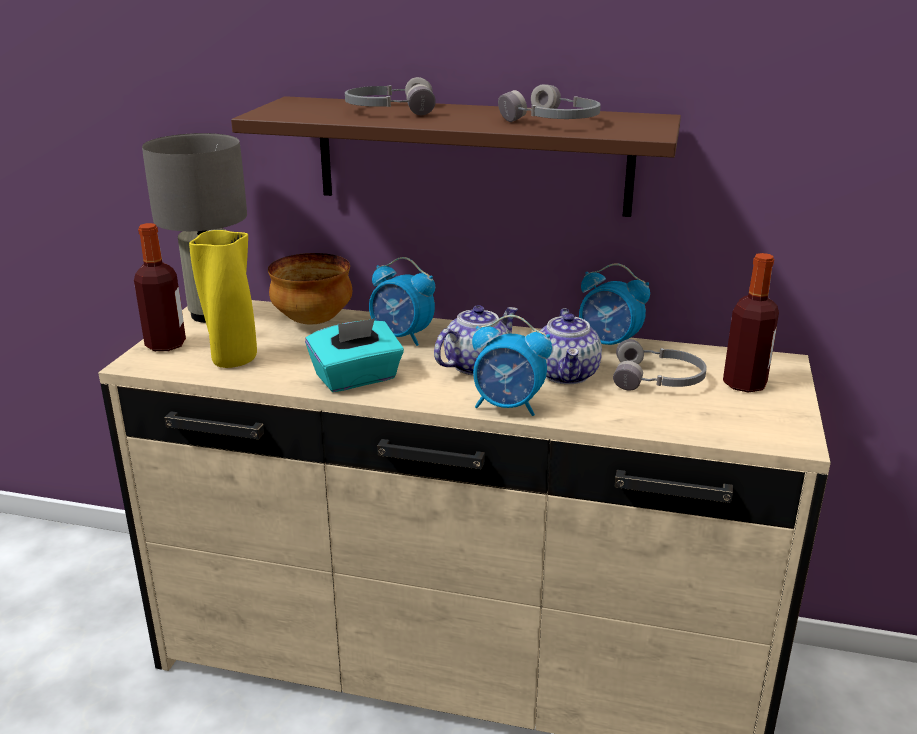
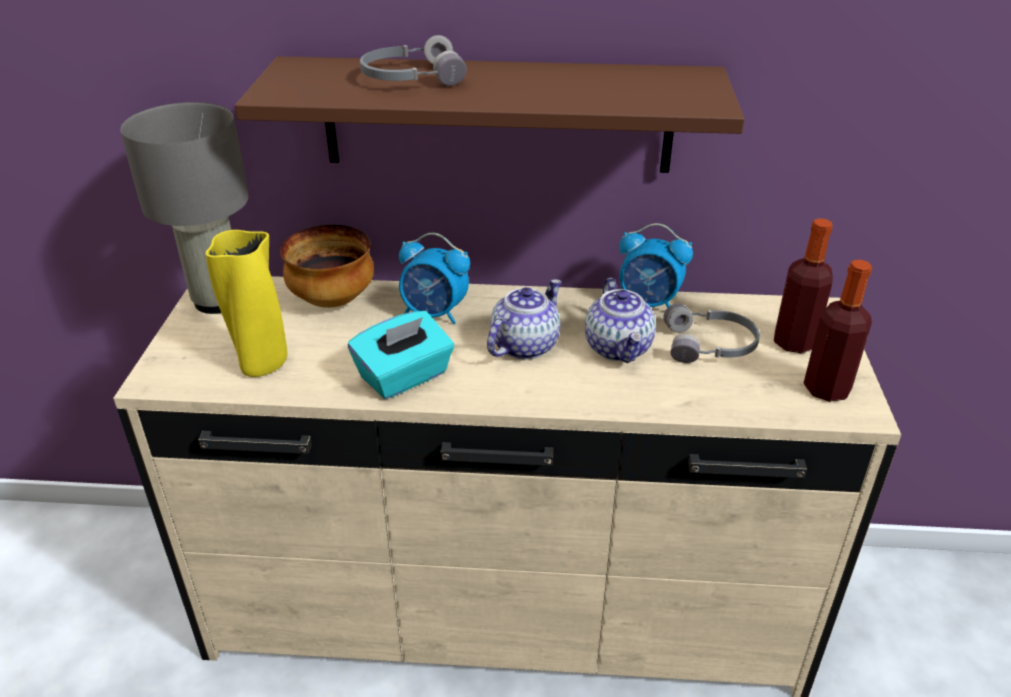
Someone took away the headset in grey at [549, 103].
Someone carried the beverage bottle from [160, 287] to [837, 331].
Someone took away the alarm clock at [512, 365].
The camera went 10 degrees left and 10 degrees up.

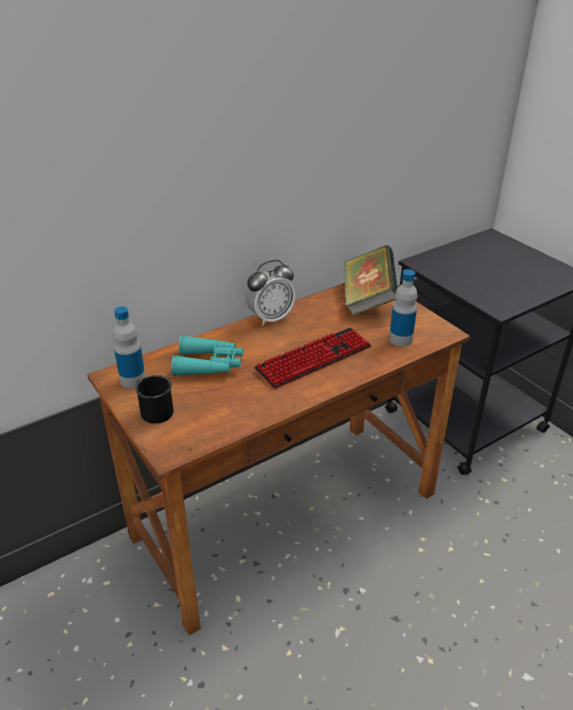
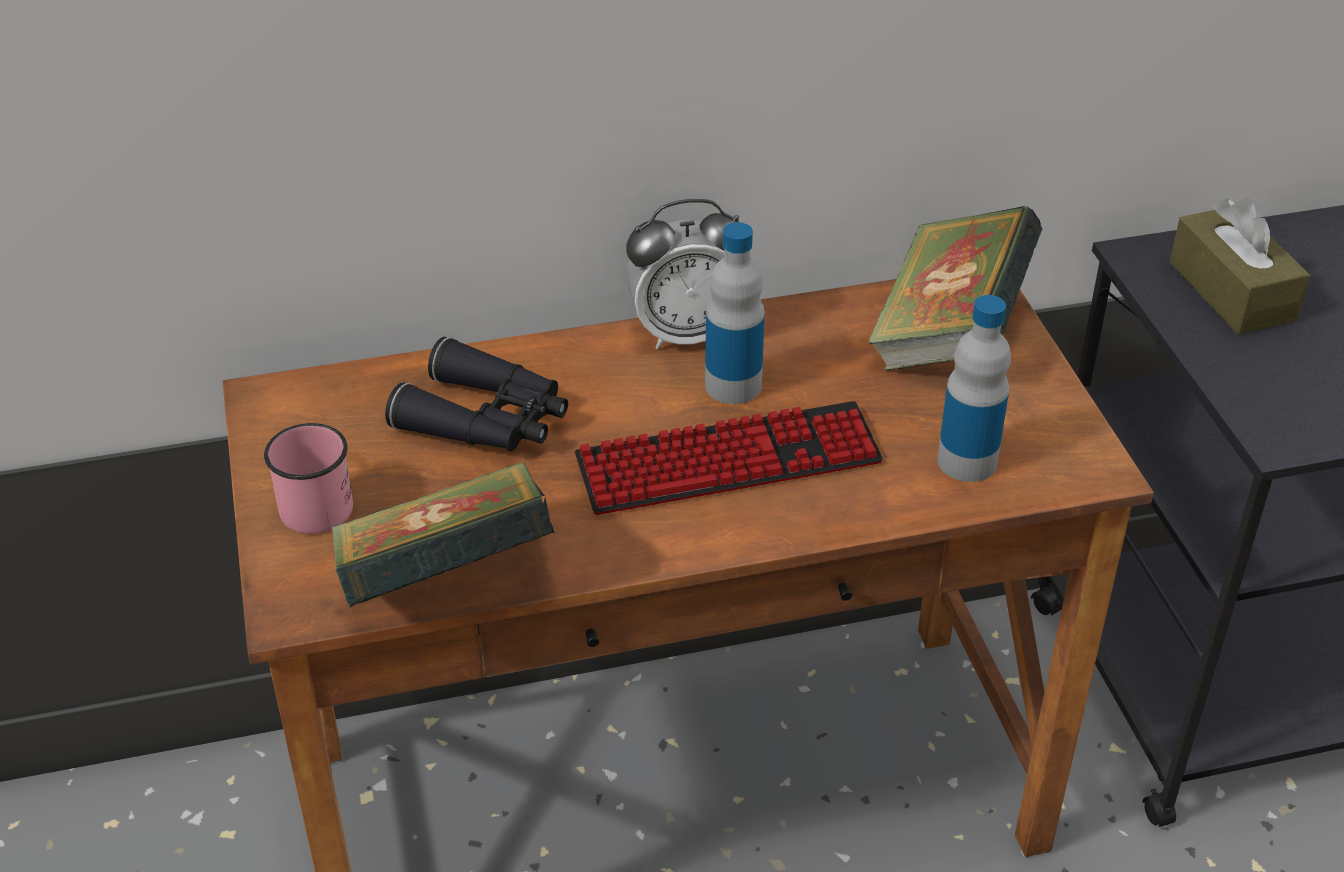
Someone carried the beverage bottle from [129, 347] to [735, 313].
Someone repainted the pair of binoculars in blue-green at [207, 355], which became the pair of binoculars in blackish at [476, 394].
Someone repainted the tea mug in blackish at [154, 399], which became the tea mug in pink-coloured at [308, 478].
Someone put down the tissue holder in brown-coloured at [1240, 266].
Someone put down the volume at [443, 534].
The camera went 20 degrees right and 5 degrees up.

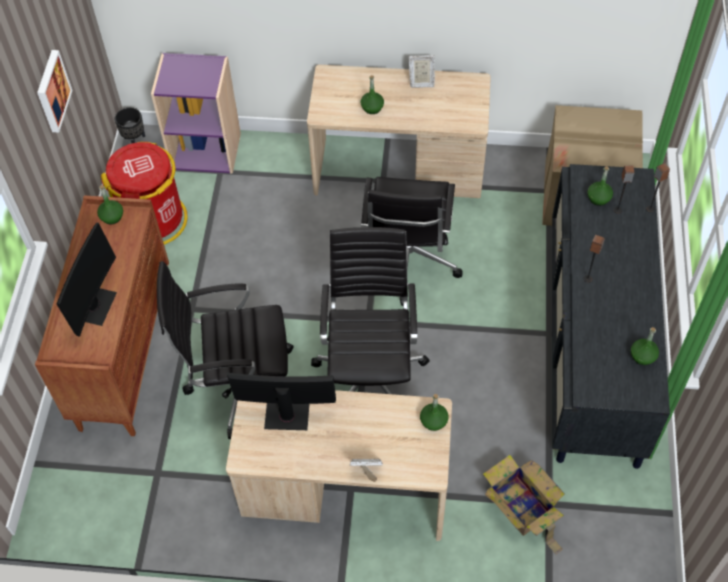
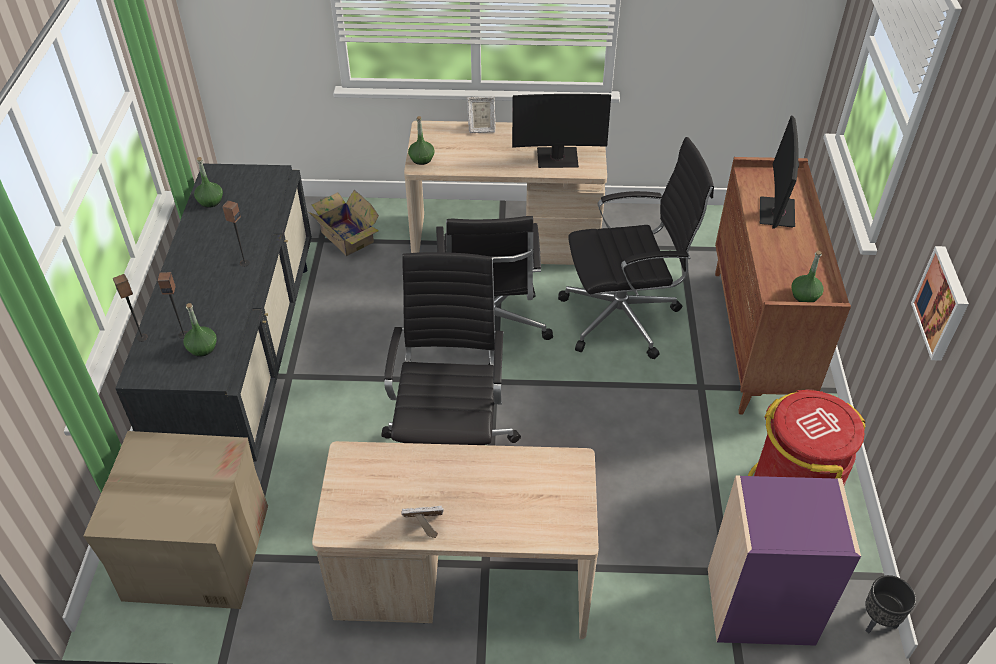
Someone took away the beverage bottle in green at [372, 94].
The camera went 175 degrees right and 10 degrees down.

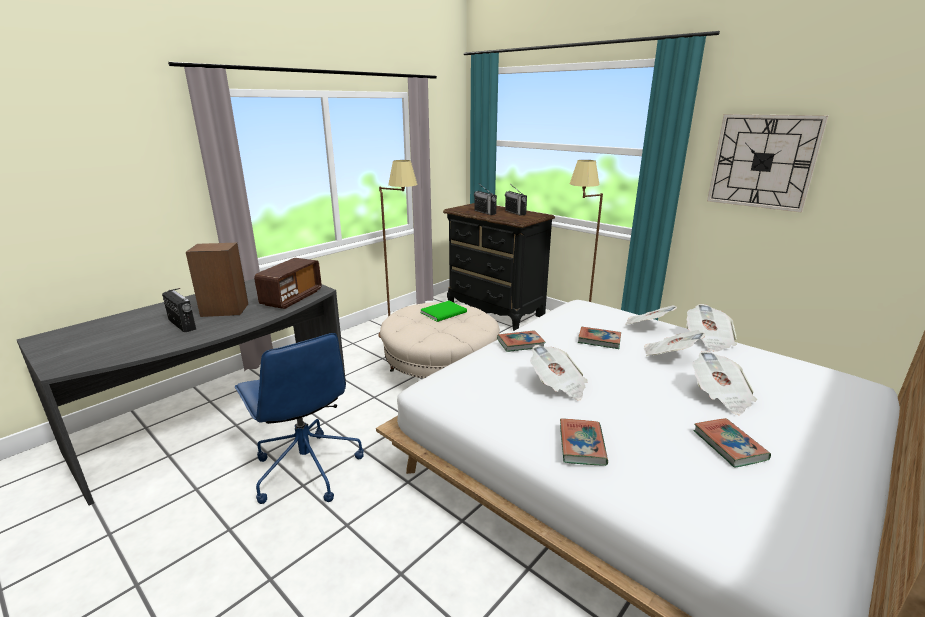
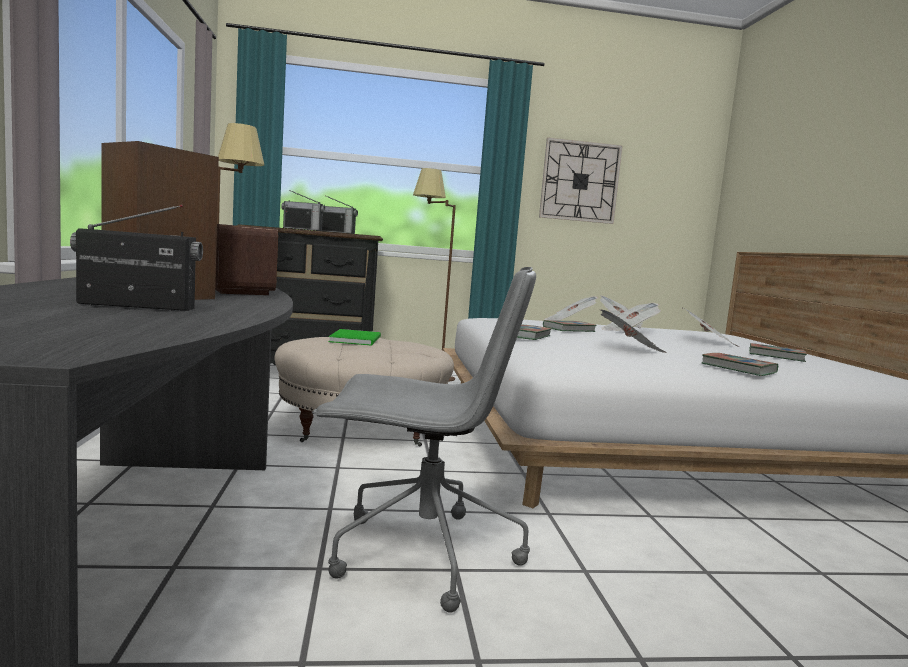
Someone repainted the office chair in bluish at [299, 418], which became the office chair in grey at [424, 440].
The camera went 50 degrees left and 15 degrees down.

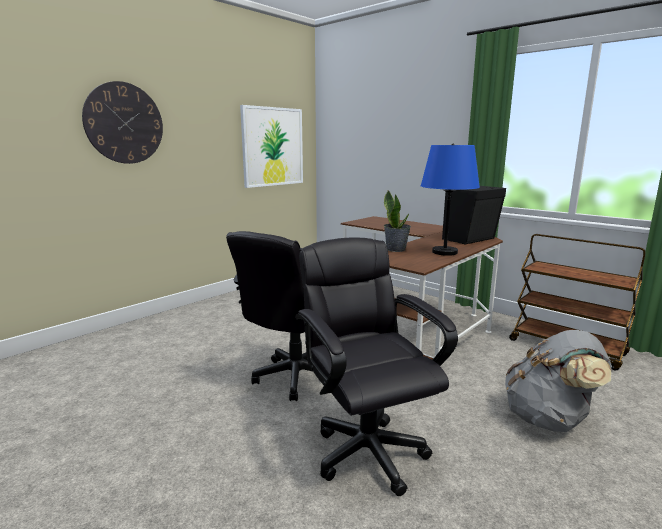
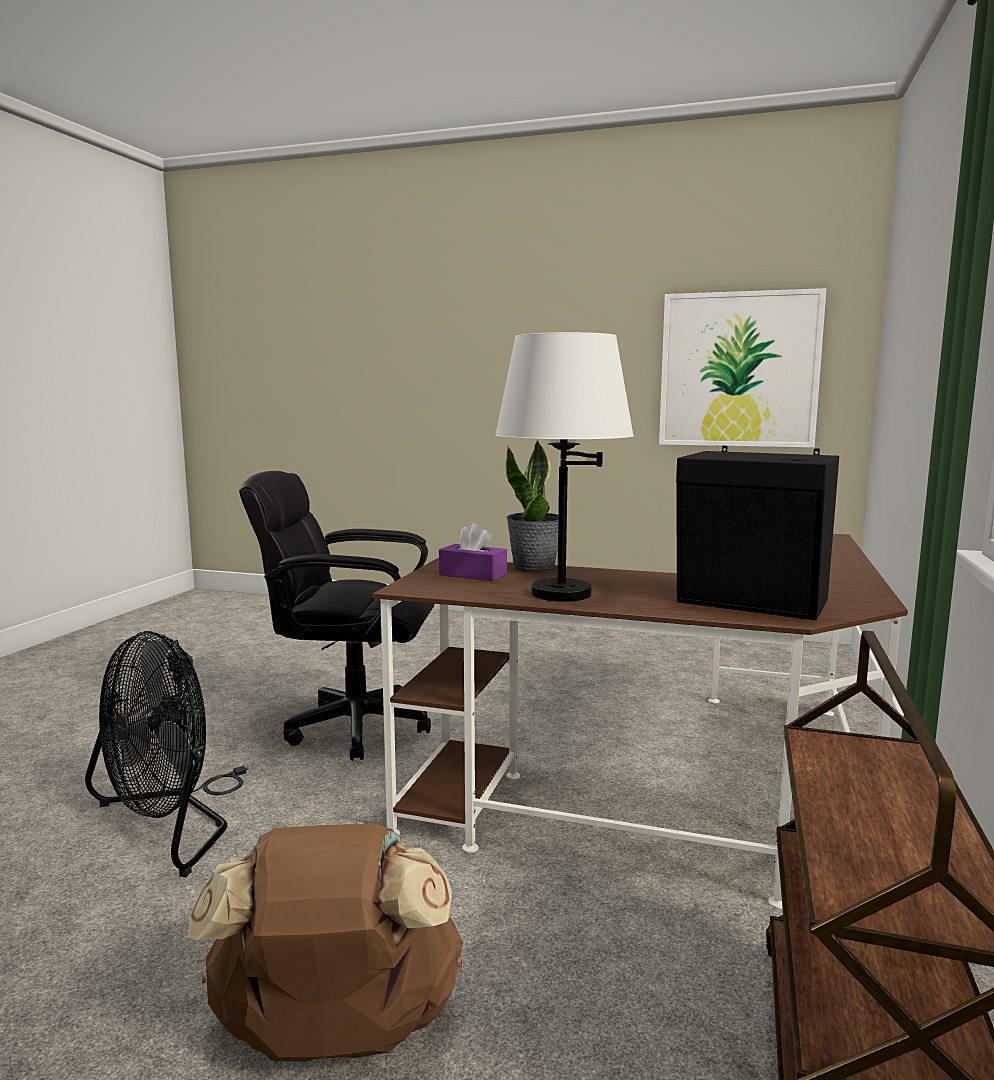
Someone took away the clock on the wall at [122, 122].
Someone repainted the table lamp in bluish at [450, 200], which became the table lamp in white at [564, 467].
Someone swapped the office chair in blackish at [376, 366] for the electric fan in blackish at [167, 754].
Someone repainted the rucksack in grey at [558, 381], which became the rucksack in brown-coloured at [325, 942].
Someone put down the tissue holder in purplish at [473, 552].
The camera went 65 degrees right and 5 degrees down.

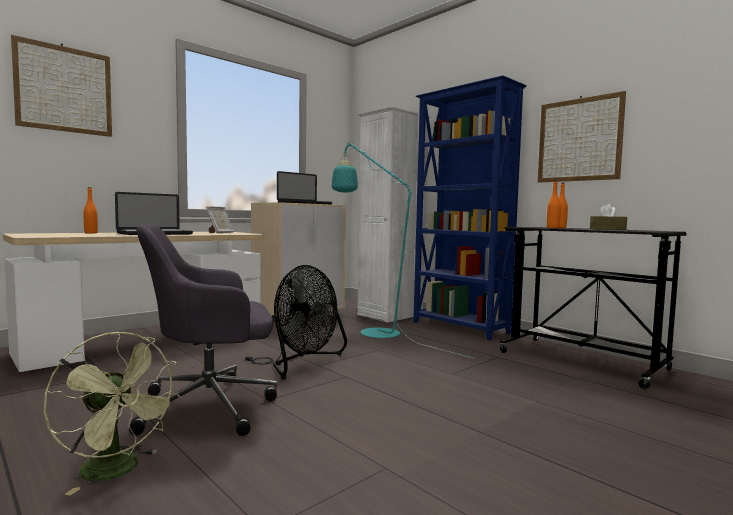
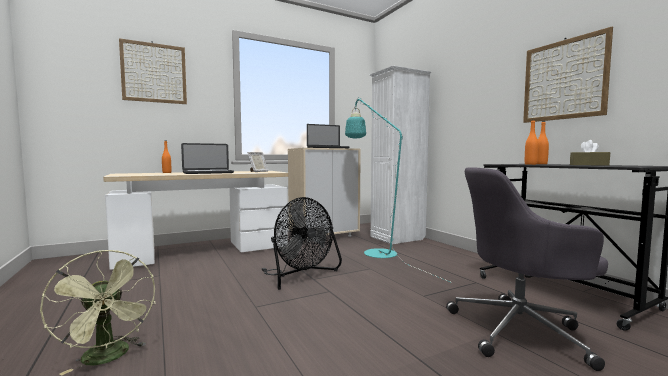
Someone took away the bookcase in bluish at [470, 208].
Someone carried the office chair in grey from [203, 330] to [527, 269].
The camera went 15 degrees right and 0 degrees up.

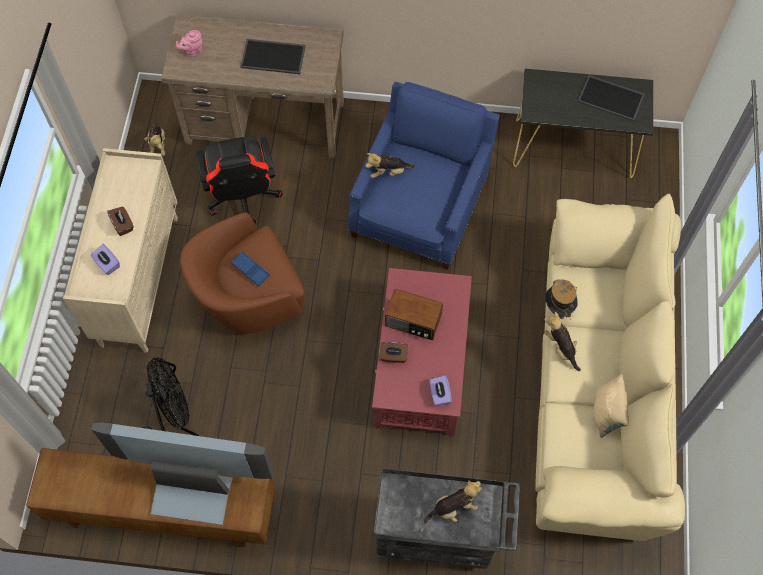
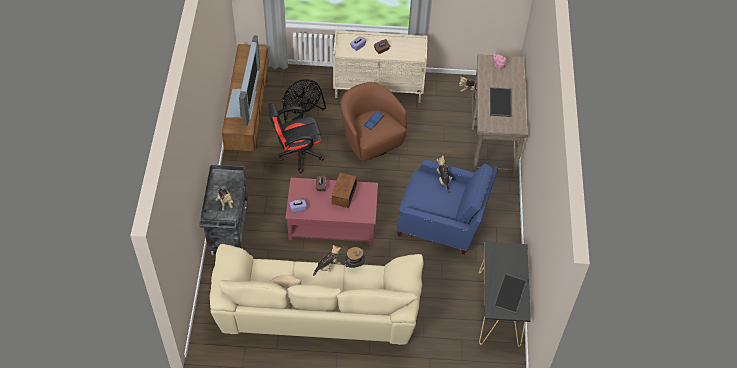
Someone carried the office chair in blackish from [239, 179] to [296, 138].
The camera went 85 degrees right and 10 degrees down.

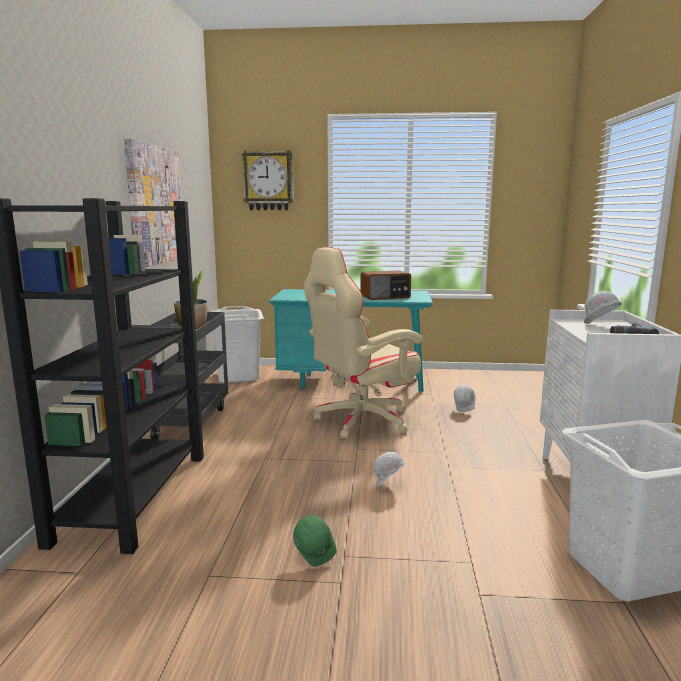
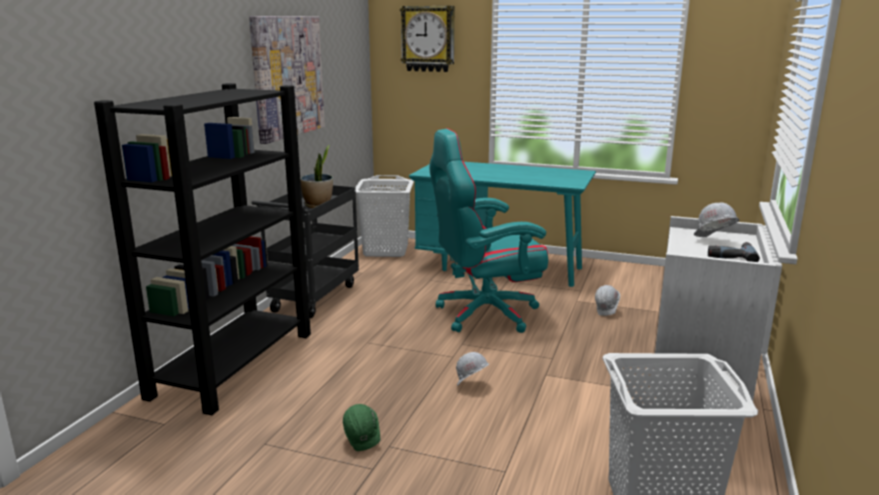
Someone repainted the office chair in sand-coloured at [363, 343], which became the office chair in blue-green at [488, 230].
Someone took away the radio receiver at [385, 285].
The camera went 15 degrees right and 5 degrees up.

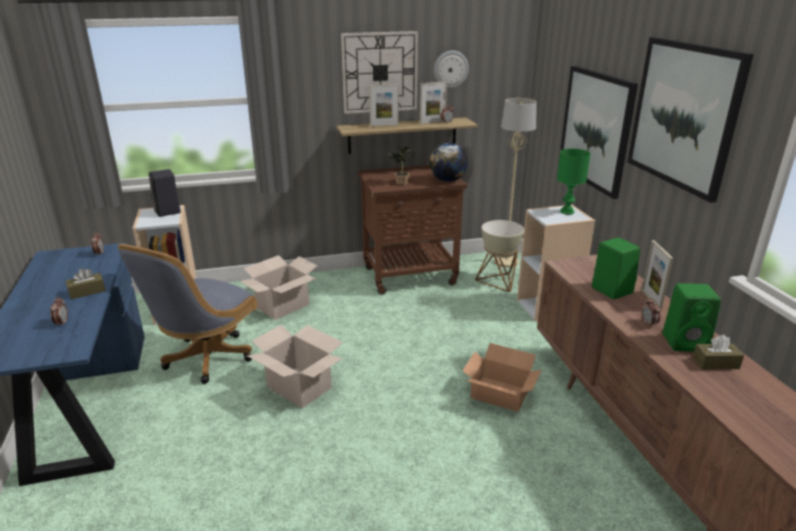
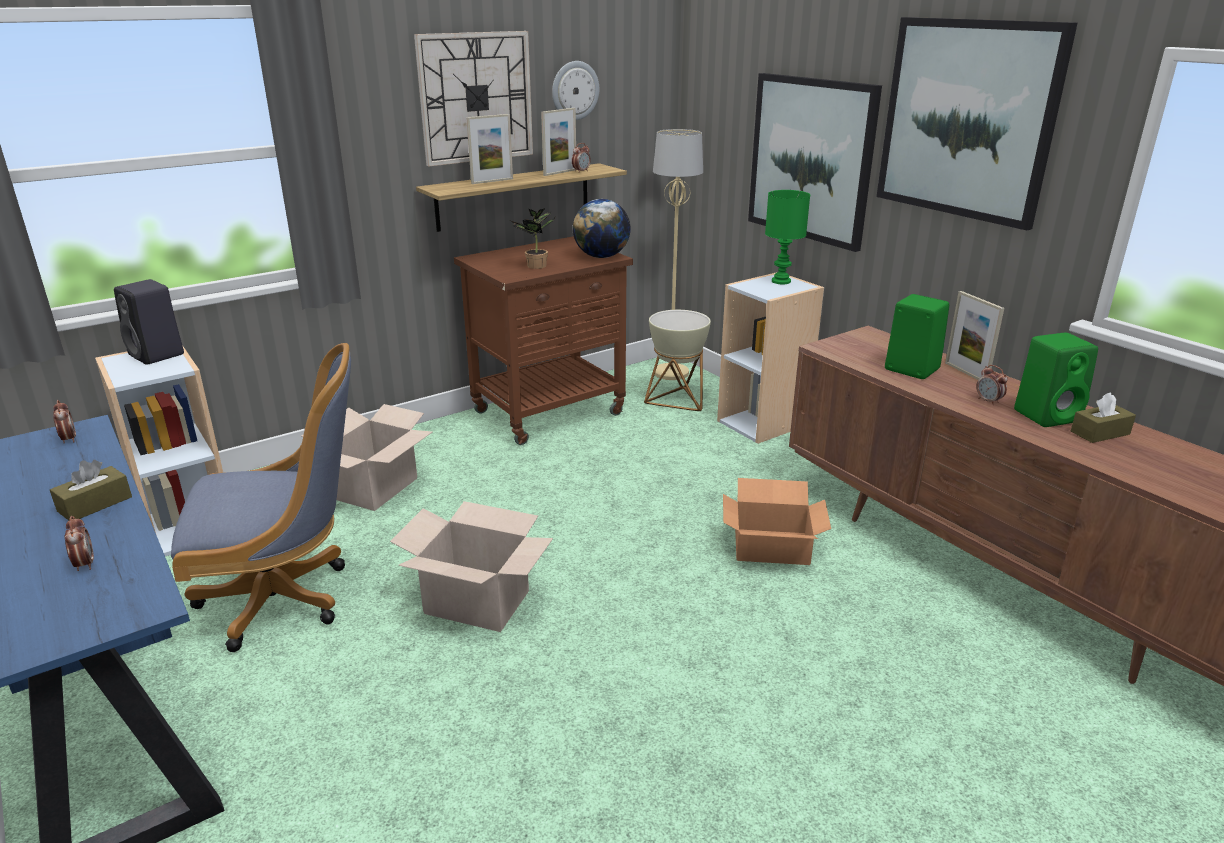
Someone rotated the office chair in bluish at [188, 314] by 105 degrees counterclockwise.
The camera went 20 degrees left and 0 degrees up.

